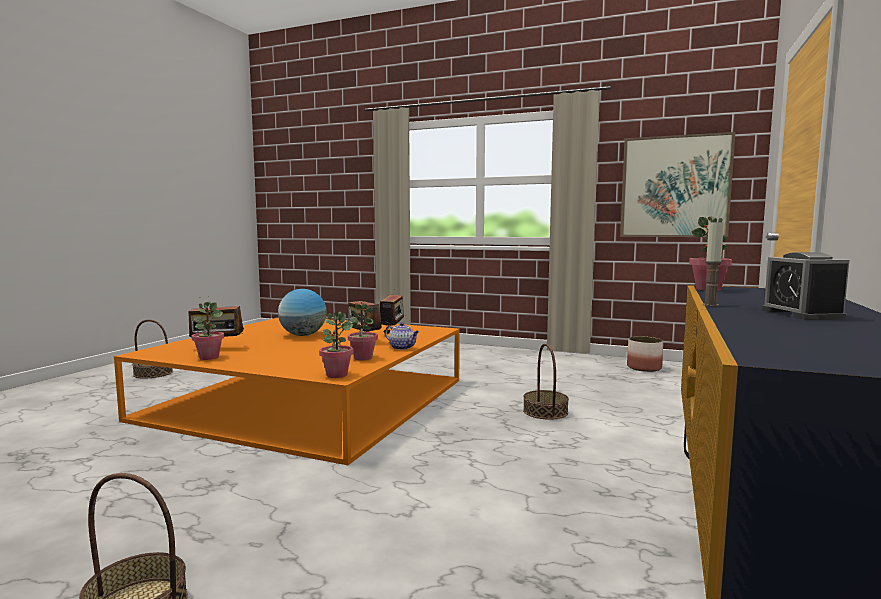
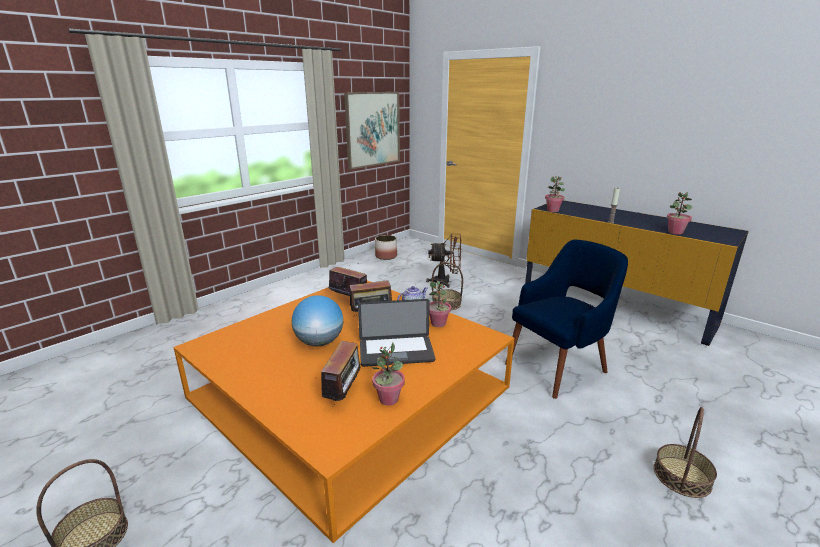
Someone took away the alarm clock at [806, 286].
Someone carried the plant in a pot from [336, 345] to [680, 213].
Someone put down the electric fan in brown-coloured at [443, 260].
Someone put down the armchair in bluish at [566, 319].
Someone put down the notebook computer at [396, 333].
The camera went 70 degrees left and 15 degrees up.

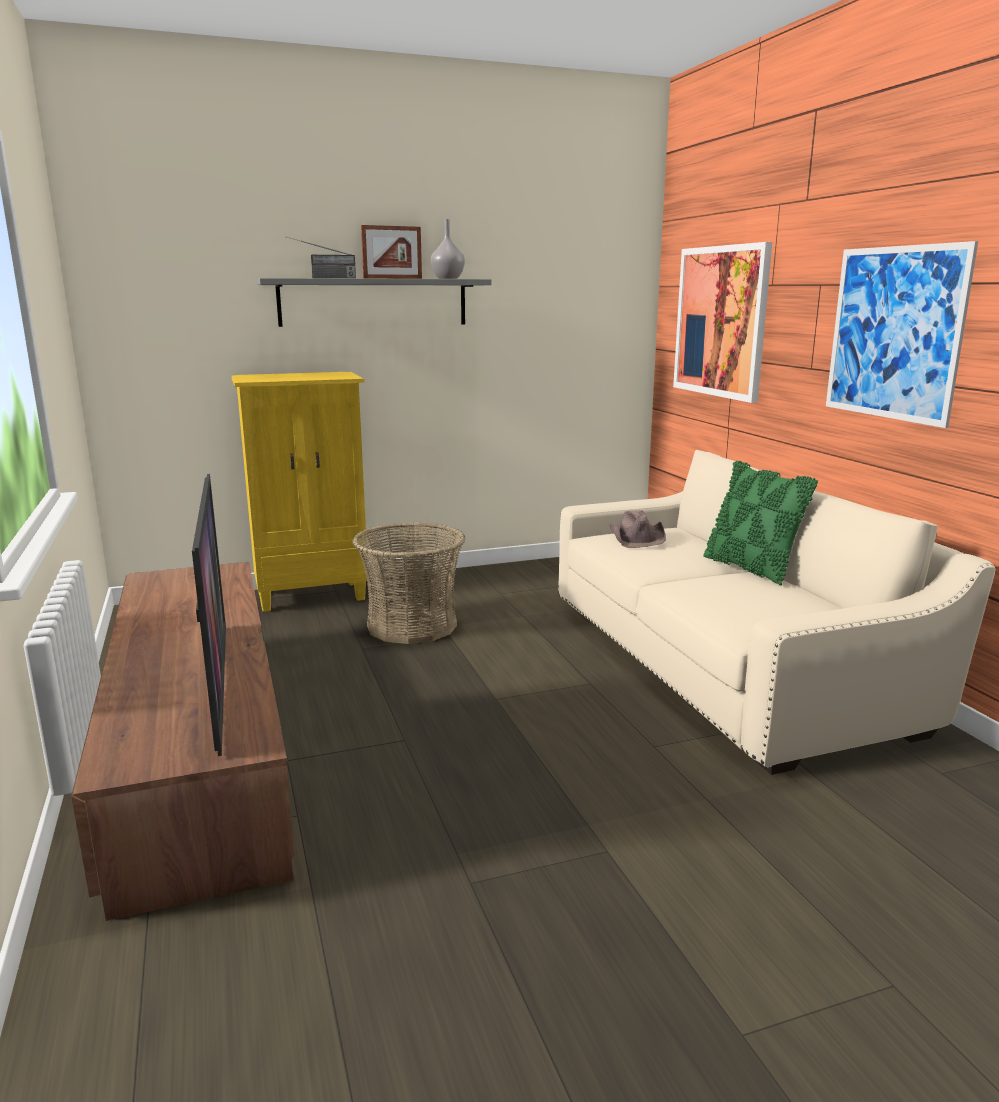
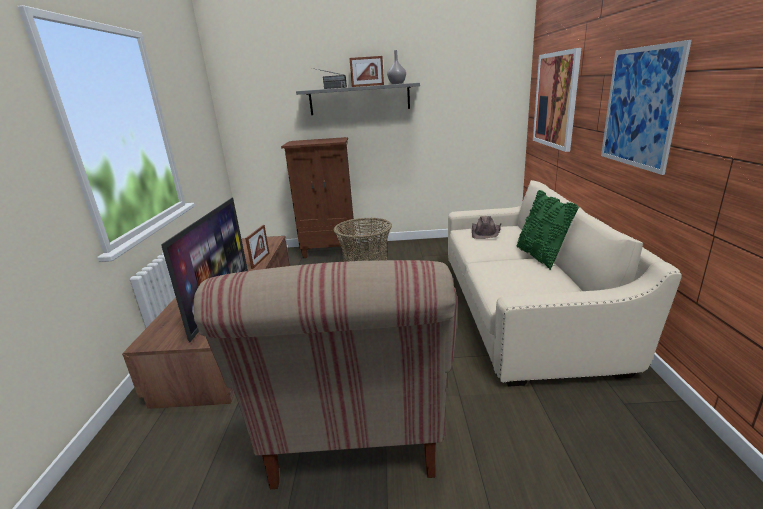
Someone repainted the cabinet in yellowish at [299, 492], which became the cabinet in brown-coloured at [318, 197].
Someone put down the photo frame at [257, 247].
Someone put down the armchair in sand-coloured at [325, 374].
The camera went 20 degrees right and 5 degrees up.

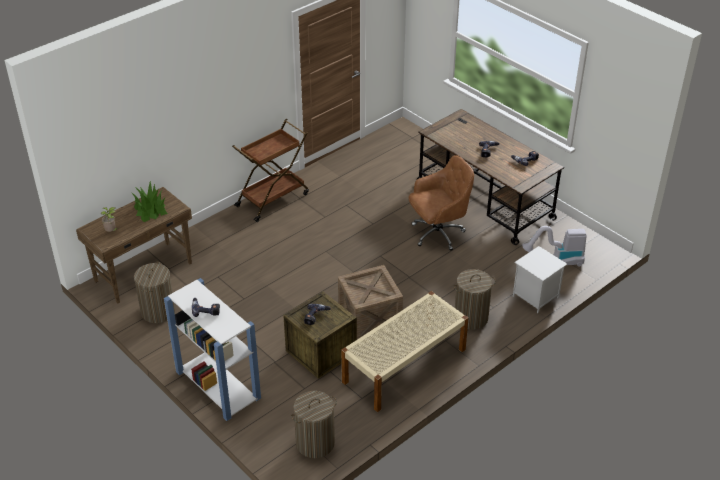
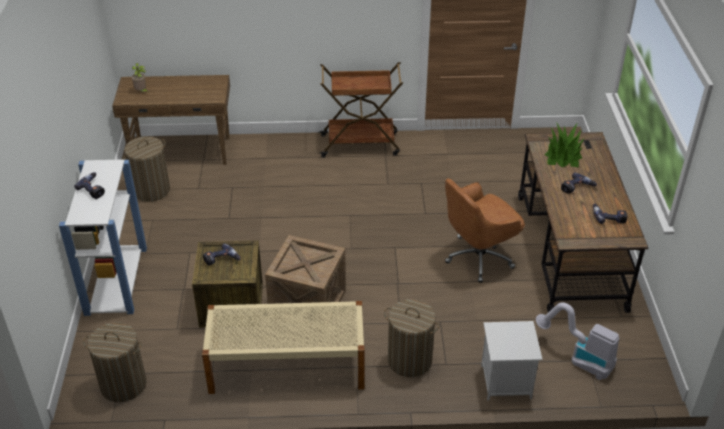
Someone rotated the office chair in brown-coloured at [441, 202] by 135 degrees clockwise.
Someone carried the plant in a pot from [149, 201] to [565, 145].
The camera went 40 degrees right and 0 degrees up.

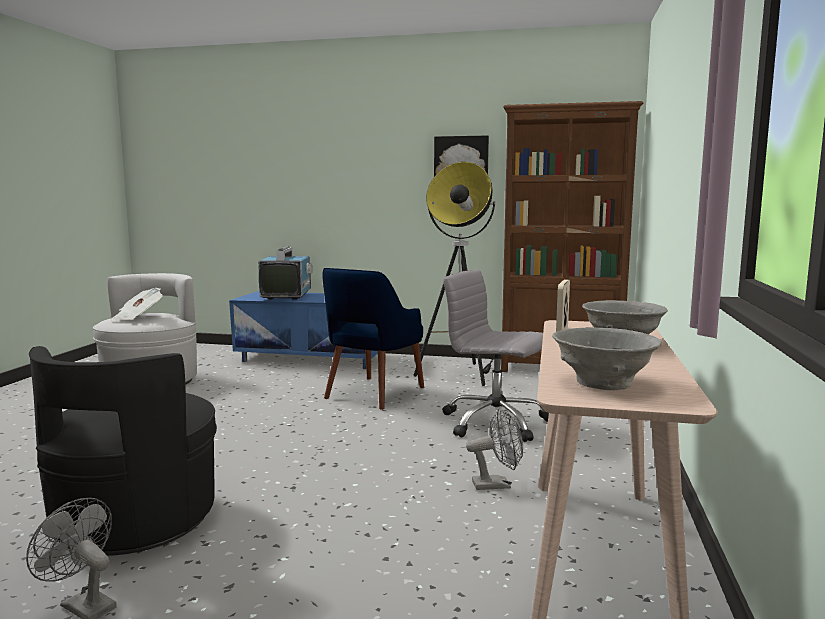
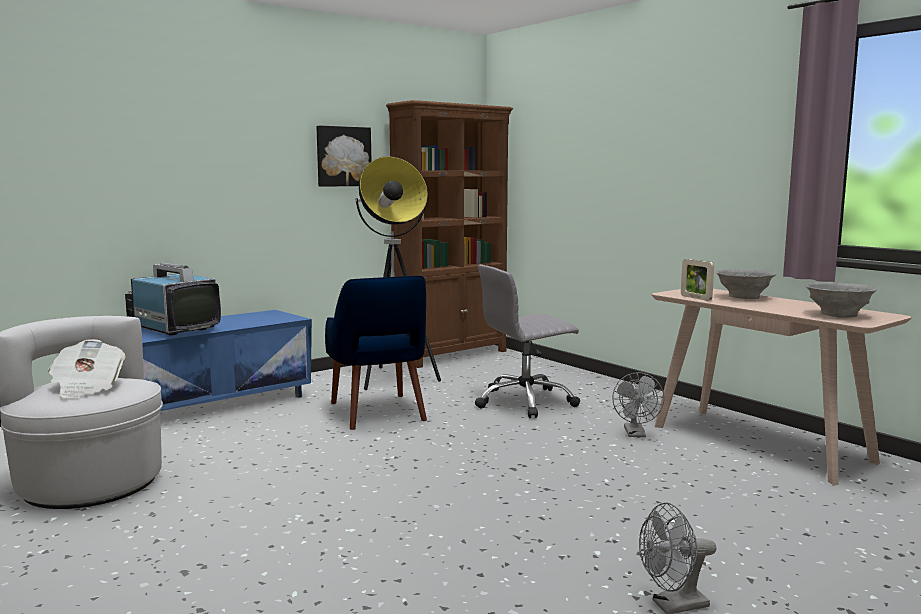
Someone took away the armchair in blackish at [123, 451].
Someone rotated the electric fan in grey at [494, 449] by 150 degrees clockwise.
The camera went 50 degrees left and 0 degrees up.

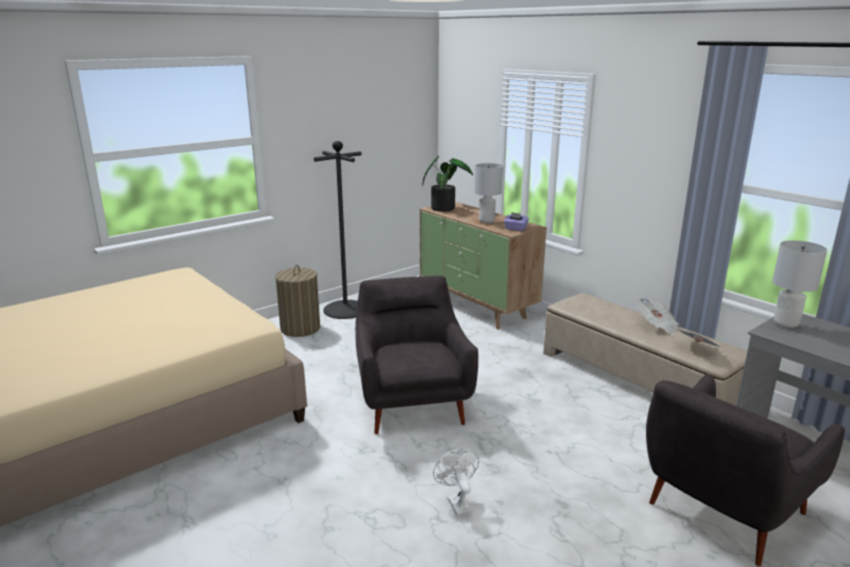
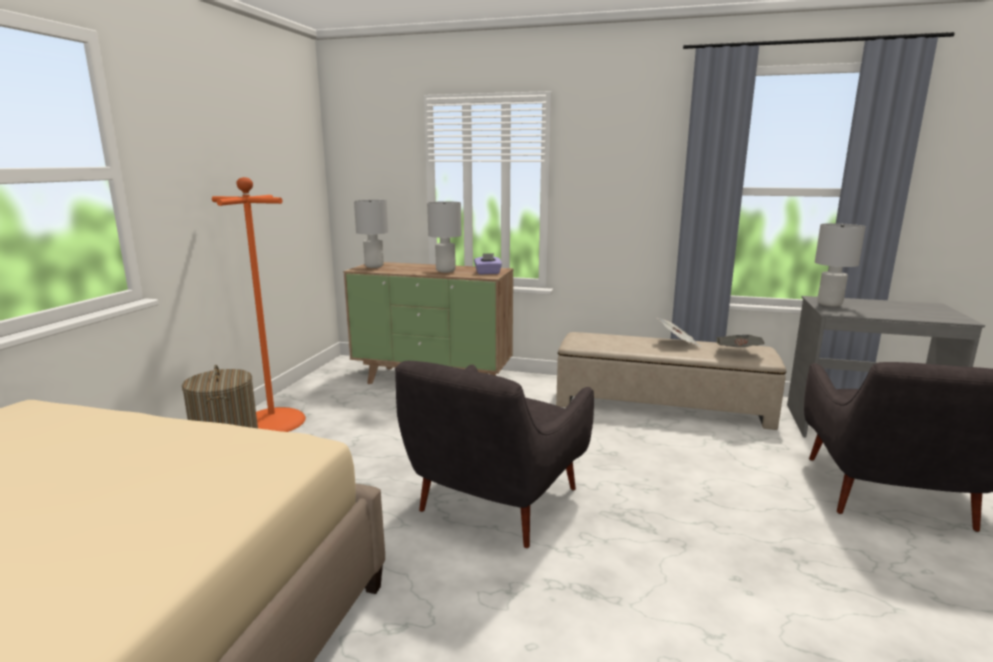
Someone repainted the clothes rack in blackish at [338, 230], which became the clothes rack in orange at [259, 304].
Someone swapped the plant in a pot at [447, 184] for the table lamp in grey at [371, 234].
Someone rotated the armchair in grey at [416, 355] by 105 degrees counterclockwise.
Someone took away the electric fan in white at [456, 482].
The camera went 35 degrees left and 5 degrees down.

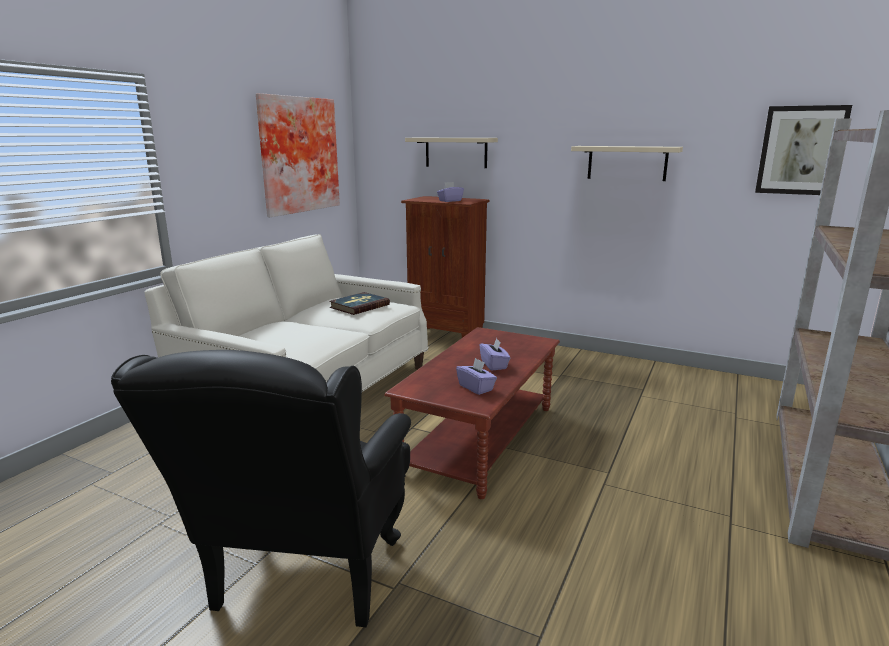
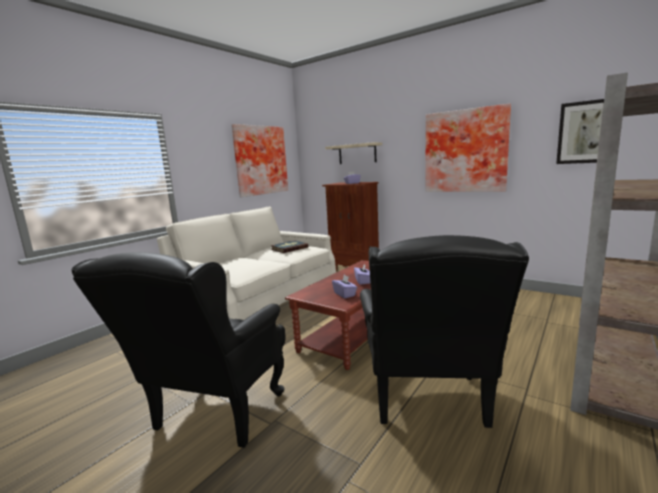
Someone swapped the shelf in sand-coloured at [627, 163] for the wall art at [468, 148].
Someone put down the armchair in blackish at [444, 331].
The camera went 10 degrees right and 5 degrees down.

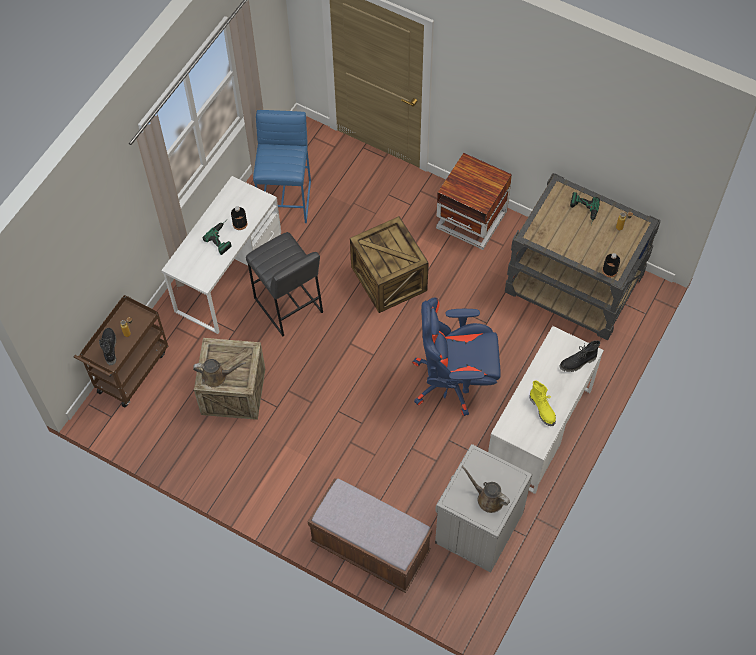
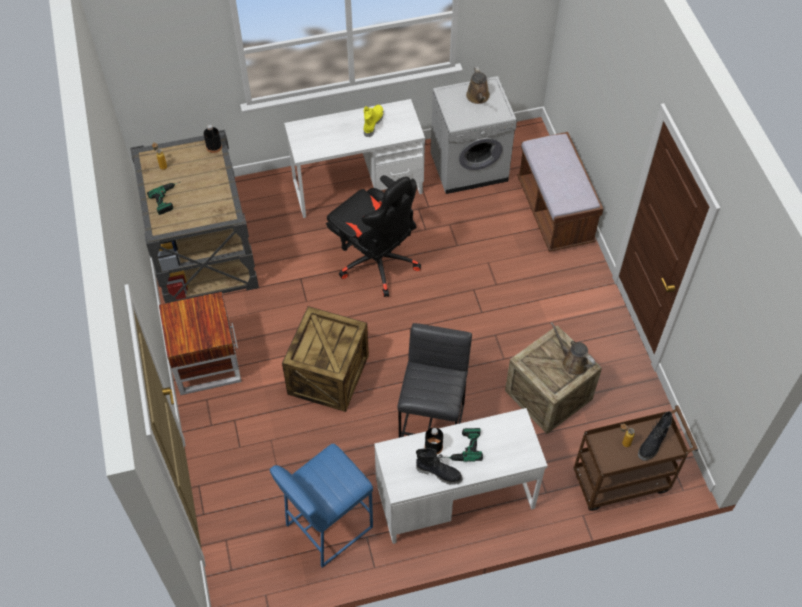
Someone repainted the office chair in bluish at [456, 356], which became the office chair in blackish at [373, 236].
Someone carried the high-top boot in blackish from [579, 356] to [439, 466].
The camera went 135 degrees left and 5 degrees down.

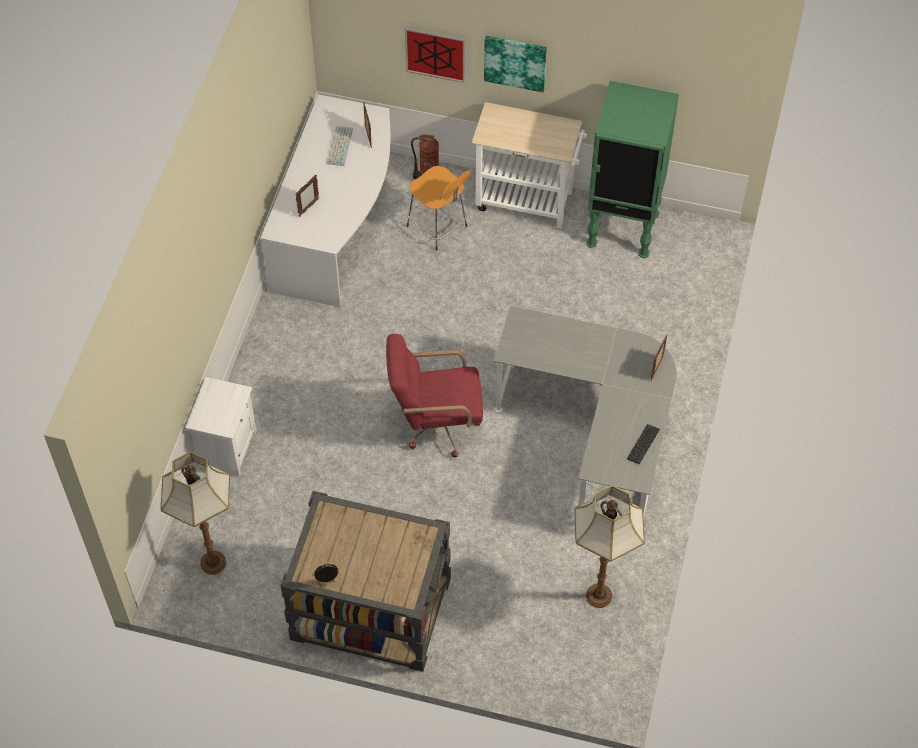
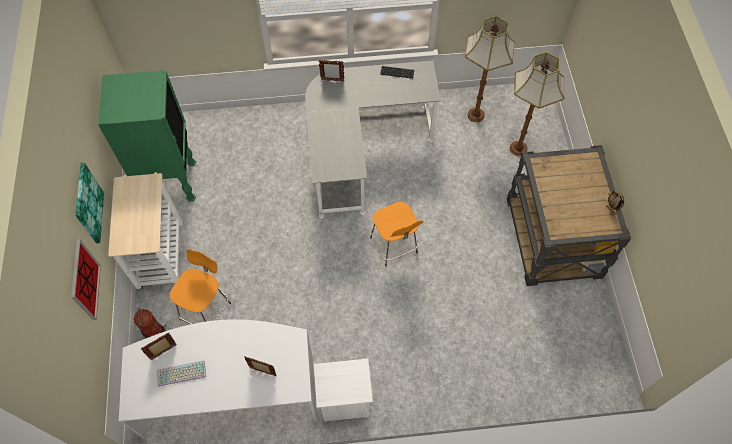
Someone swapped the office chair in red at [434, 395] for the sitting stool in orange at [396, 234].
Someone carried the nightstand in white from [220, 427] to [343, 390].
Someone carried the standing lamp from [195, 513] to [537, 104].
The camera went 110 degrees left and 5 degrees up.

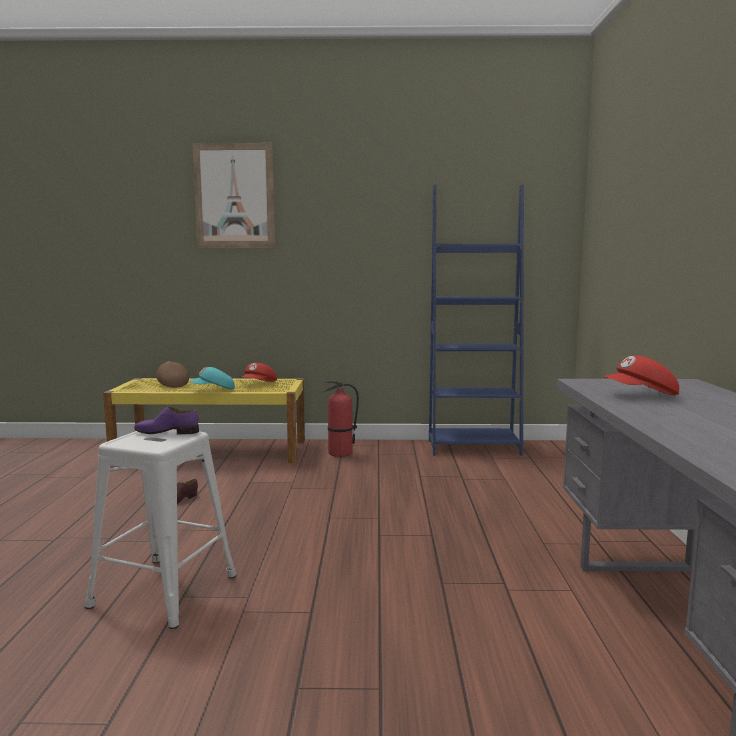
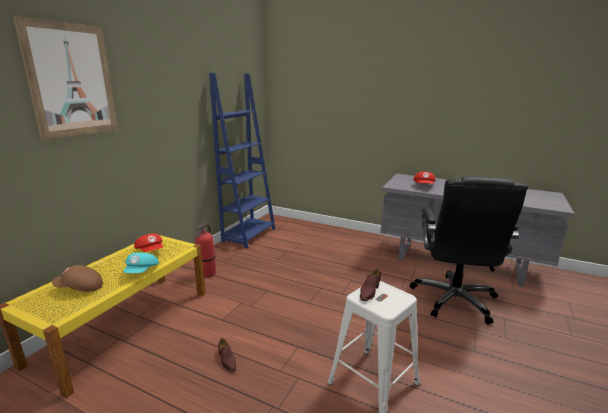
Someone repainted the low shoe in purplish at [166, 420], which became the low shoe in brown-coloured at [370, 284].
Someone put down the office chair in blackish at [469, 250].
The camera went 65 degrees left and 10 degrees up.

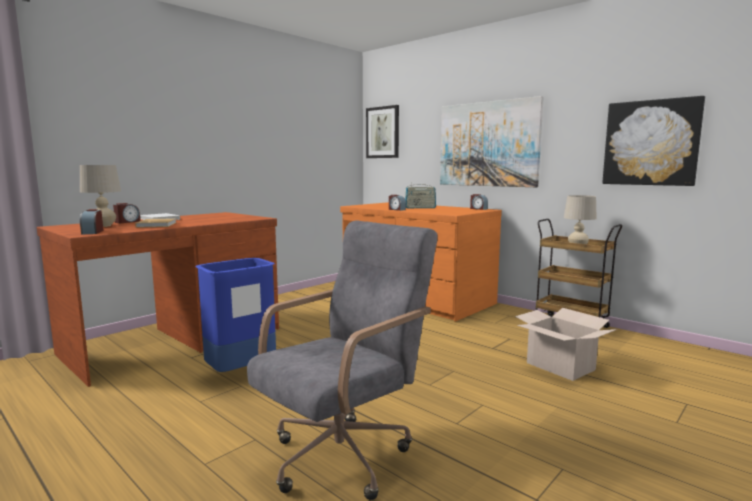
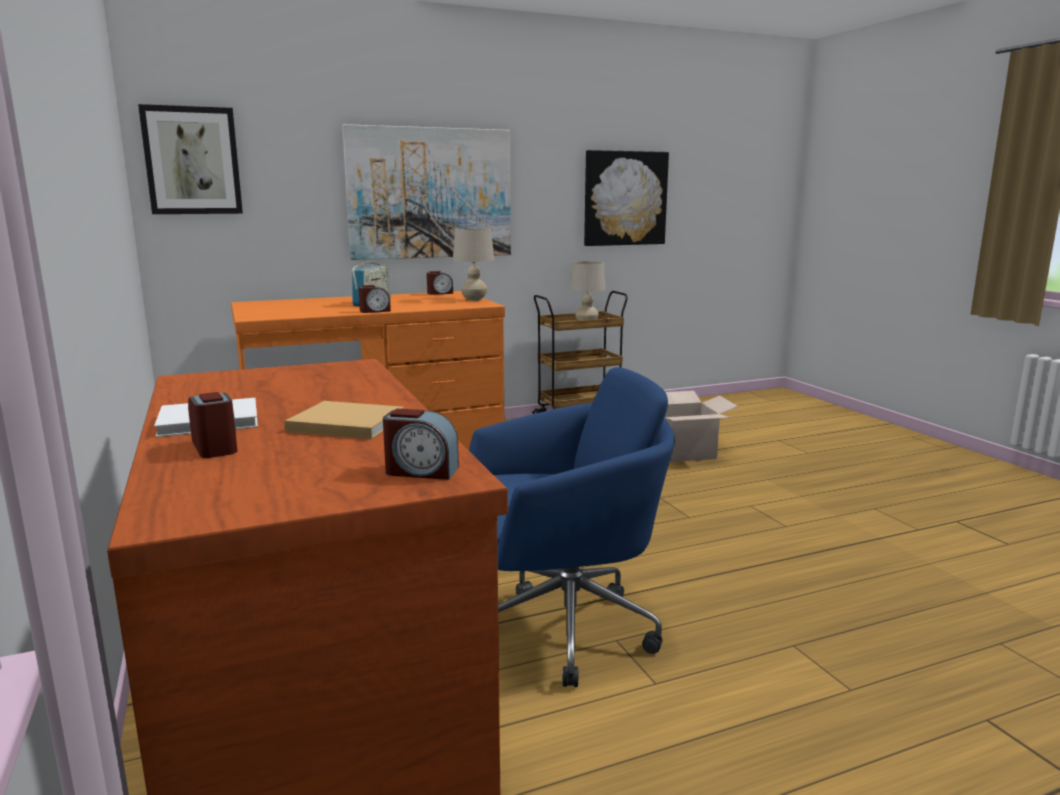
Someone carried the table lamp in sand-coloured from [100, 196] to [473, 264].
Someone took away the office chair in grey at [342, 360].
Someone swapped the waste bin in bluish at [236, 315] for the office chair in bluish at [572, 527].
The camera went 65 degrees left and 5 degrees up.

